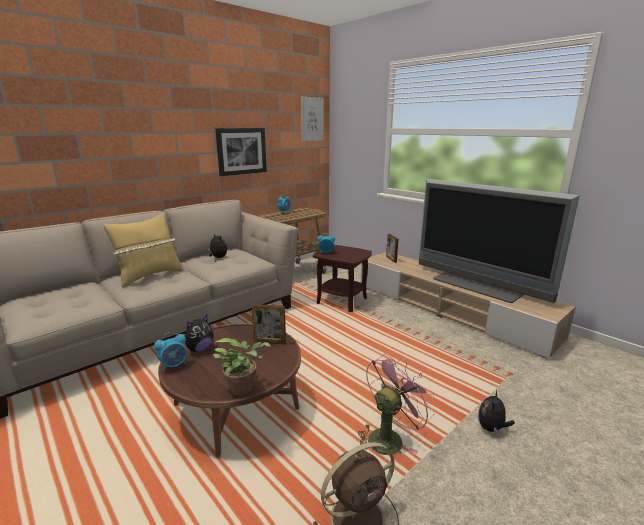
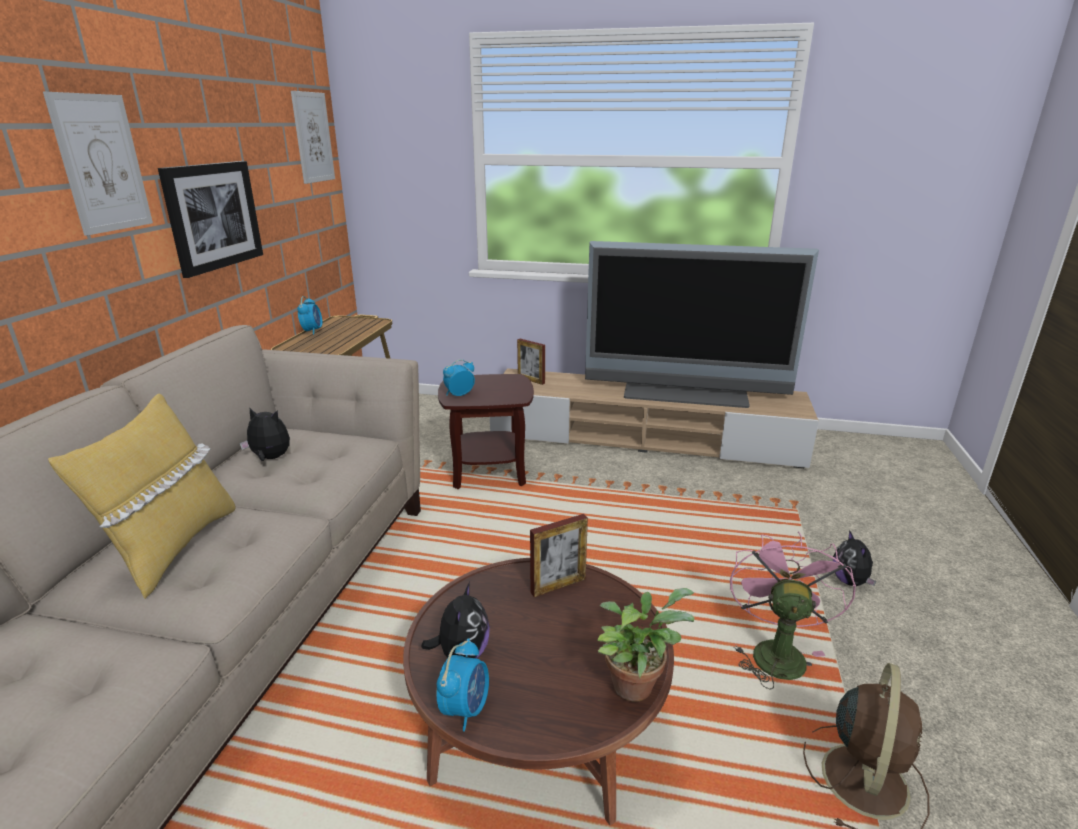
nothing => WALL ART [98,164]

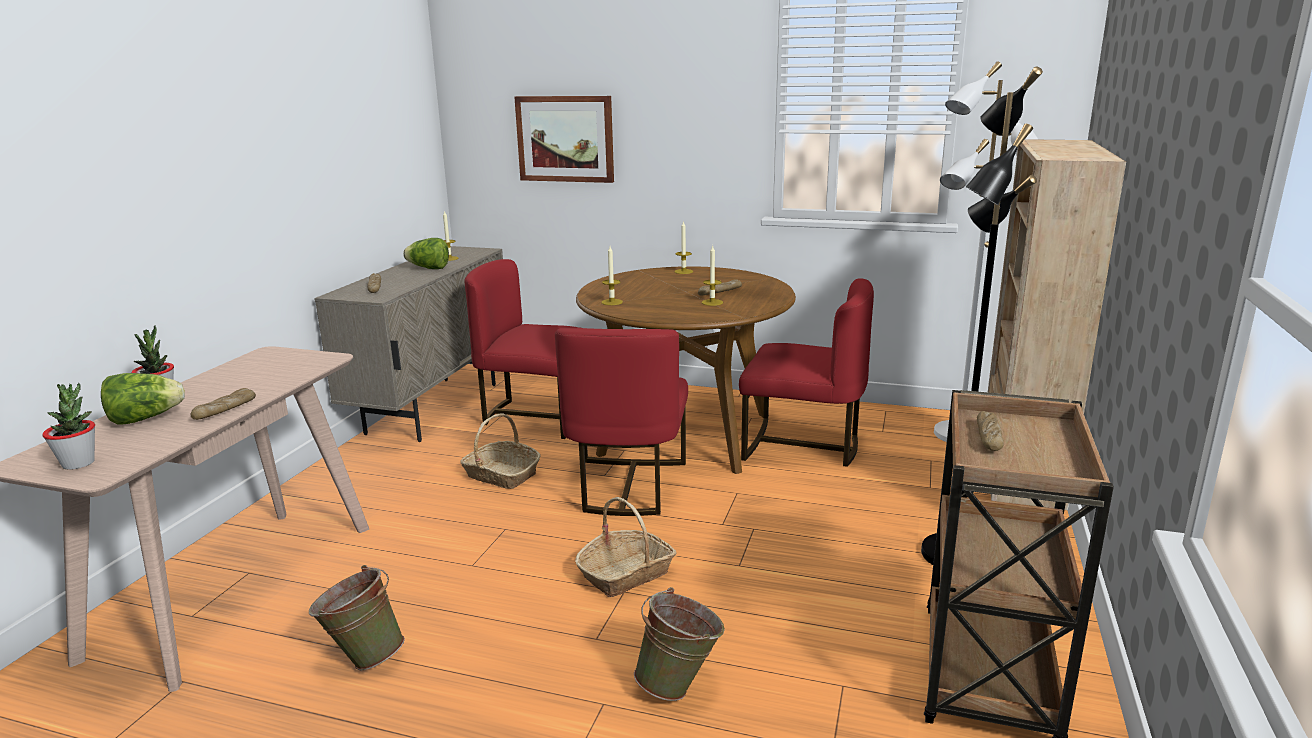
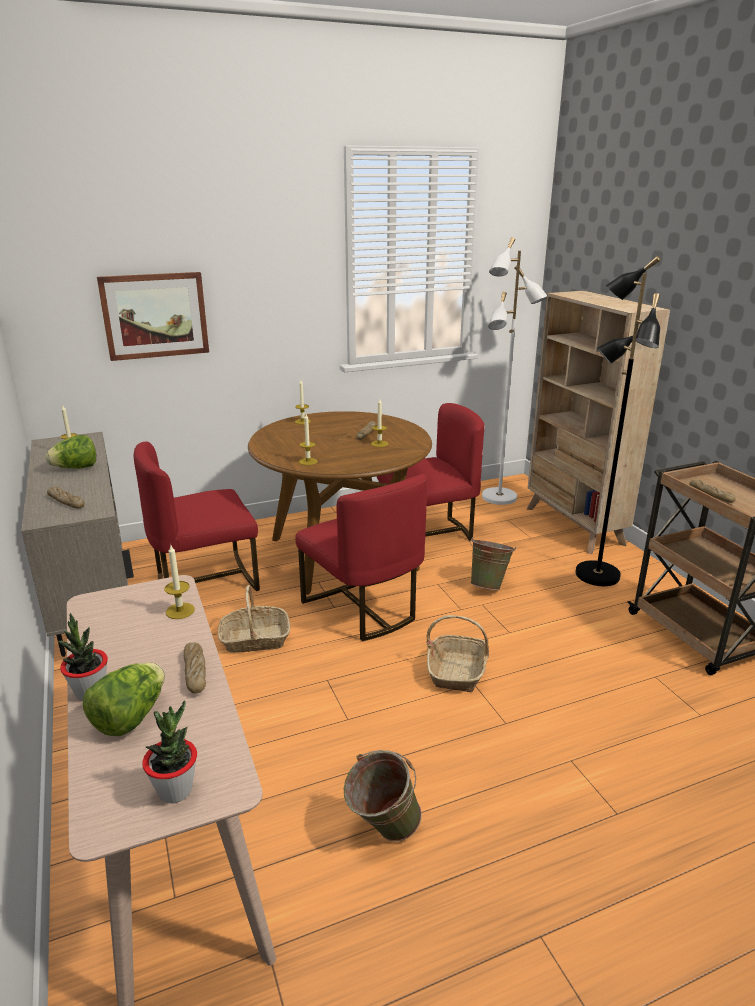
nothing => CANDLE [179,582]
GREEN BUCKET [679,644] => GREEN BUCKET [493,563], move

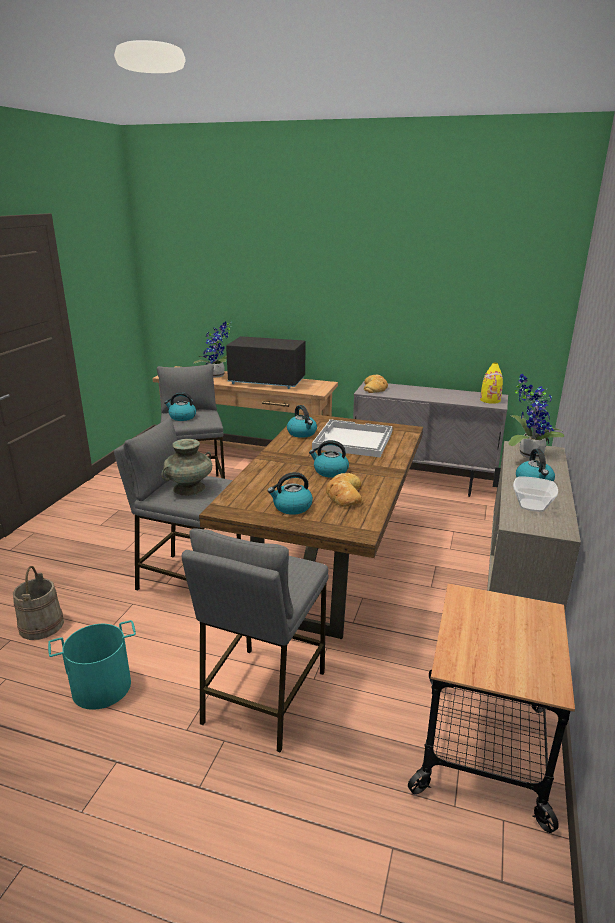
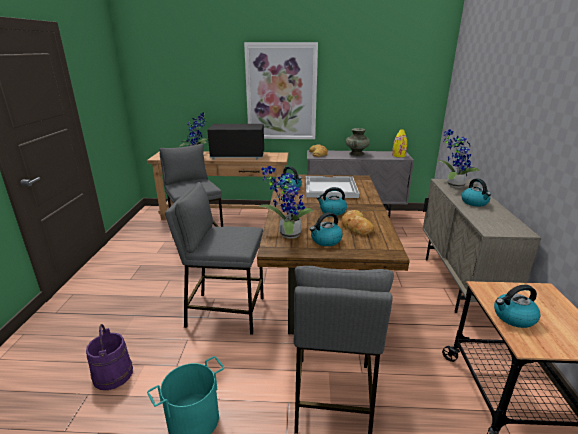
DEEP DISH [535,494] => nothing
nothing => WALL ART [281,90]
nothing => POTTED PLANT [286,202]
TURQUOISE-COLOURED VASE [187,467] => TURQUOISE-COLOURED VASE [357,142], move
KETTLE [180,406] => KETTLE [517,306], move
BEIGE BUCKET [38,603] => PURPLE BUCKET [109,357]

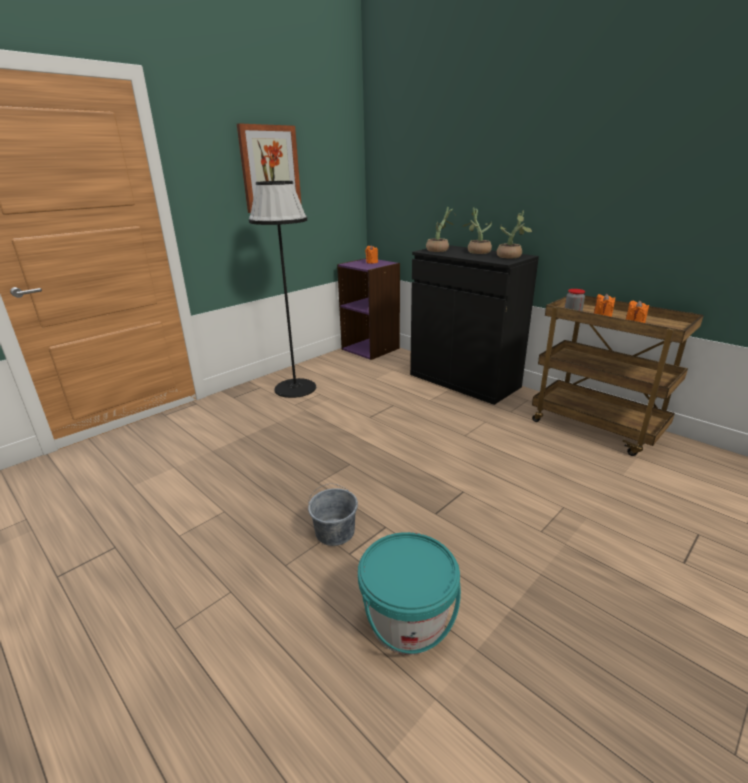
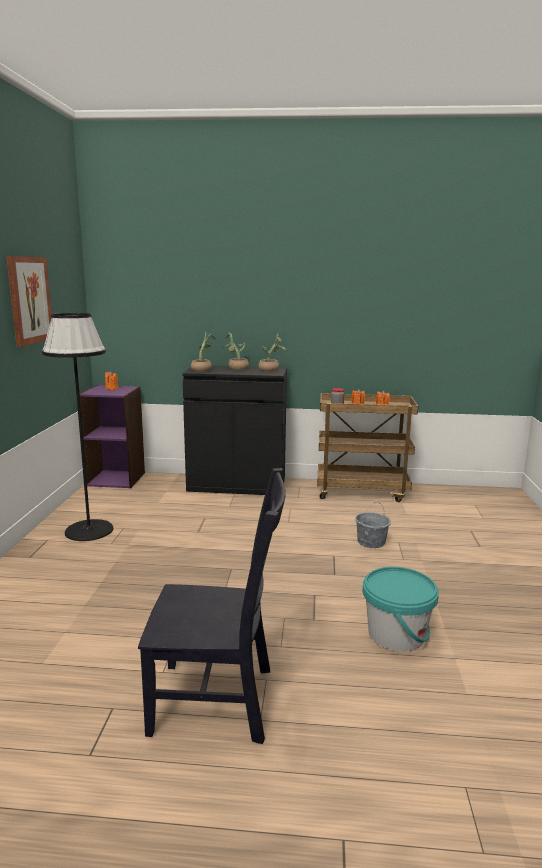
nothing => BLACKISH PLAIN CHAIR [212,606]
GREY BUCKET [333,514] => GREY BUCKET [373,525], move

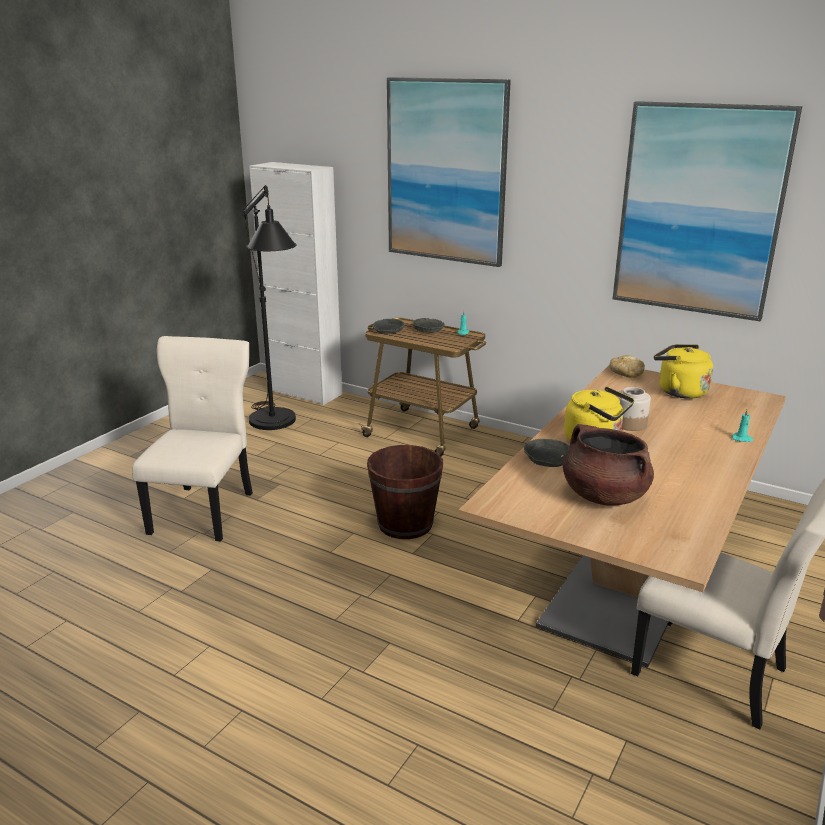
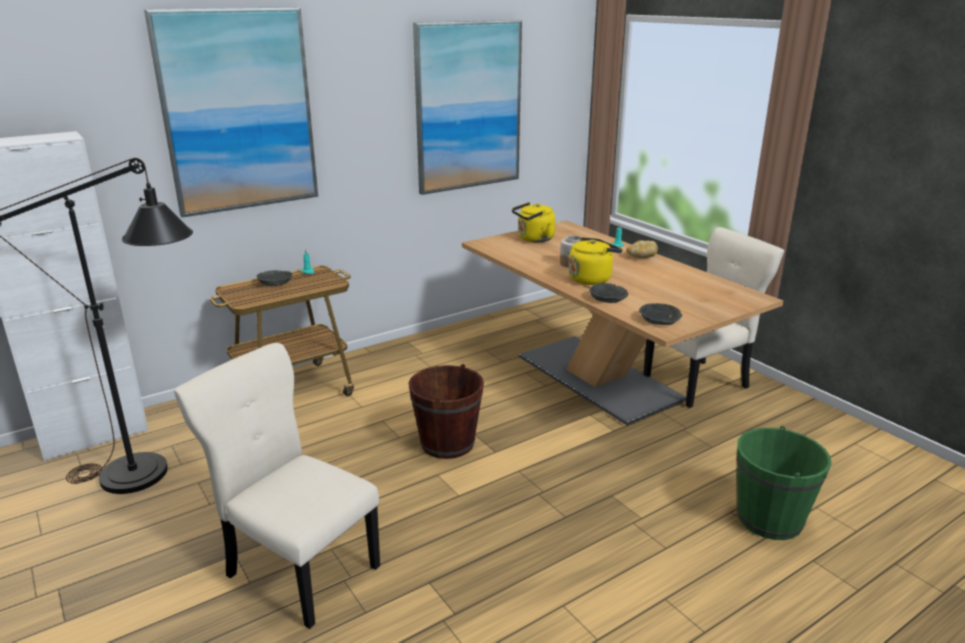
BROWN-COLOURED COOKING POT [608,464] => nothing
nothing => GREEN BUCKET [784,483]
GREY DEEP DISH [388,326] => GREY DEEP DISH [660,314], move
BAKED BREAD [627,366] => BAKED BREAD [642,249], move

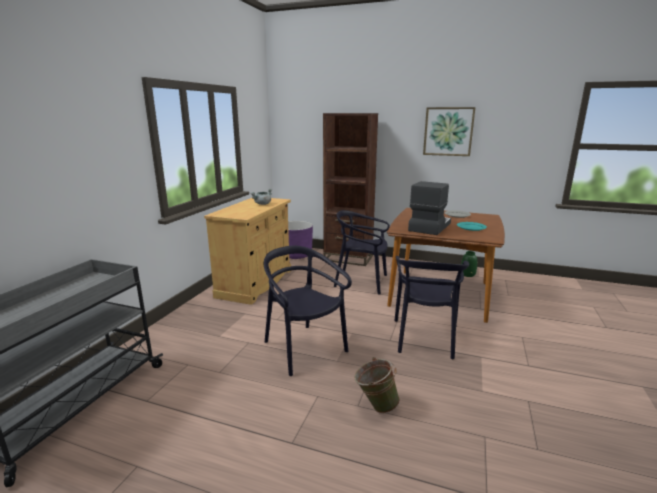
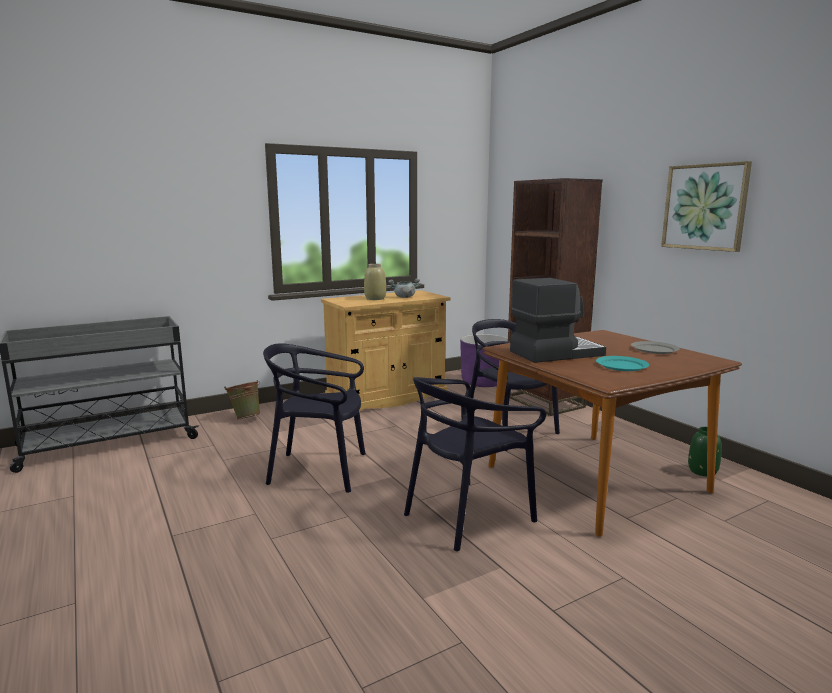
nothing => BEIGE VASE [375,282]
GREEN BUCKET [377,385] => GREEN BUCKET [242,400], move
BLACKISH PLAIN CHAIR [308,311] => BLACKISH PLAIN CHAIR [314,418], 90 degrees counterclockwise

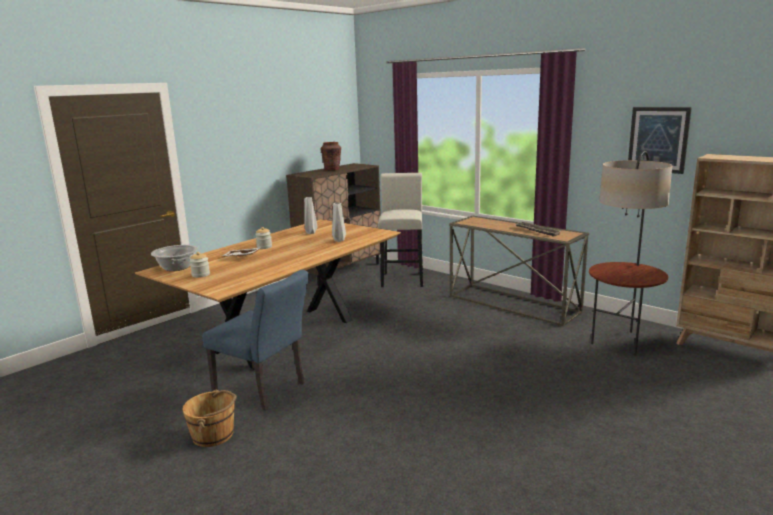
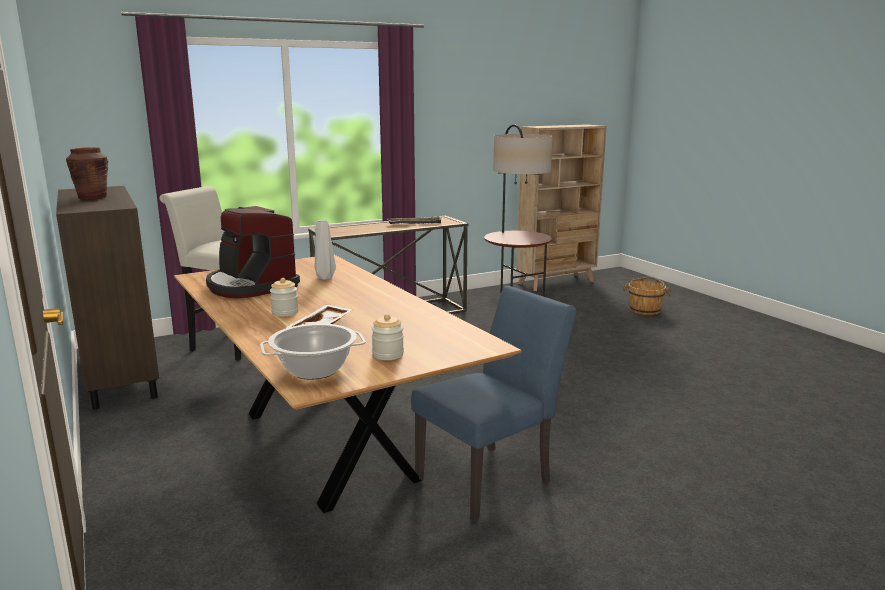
WALL ART [660,140] => nothing
BROWN-COLOURED BUCKET [209,418] => BROWN-COLOURED BUCKET [647,295], move
GREY VASE [311,215] => COFFEE MACHINE [253,252]

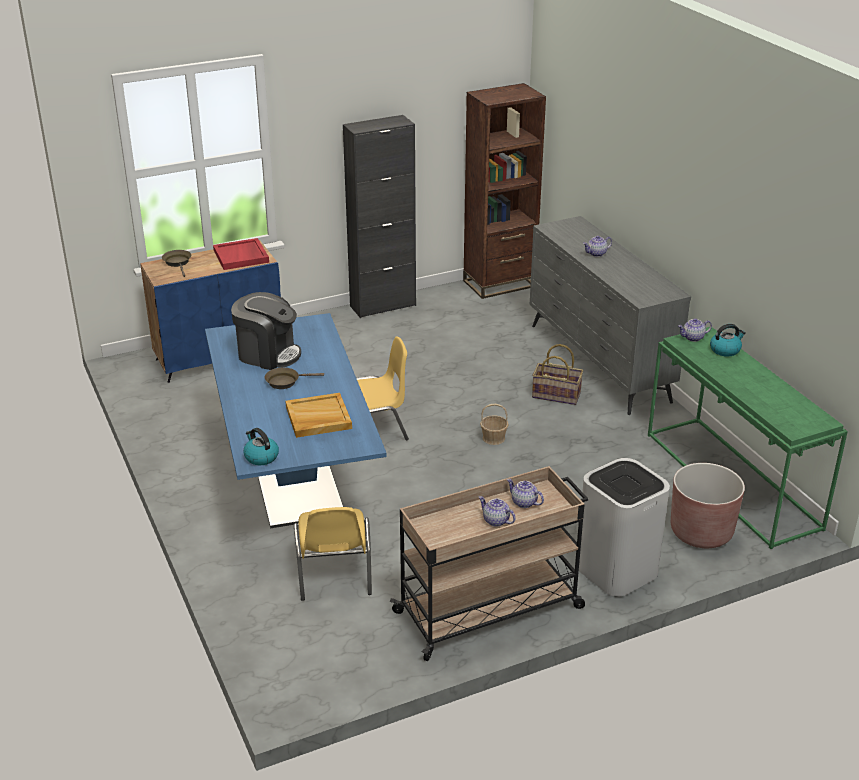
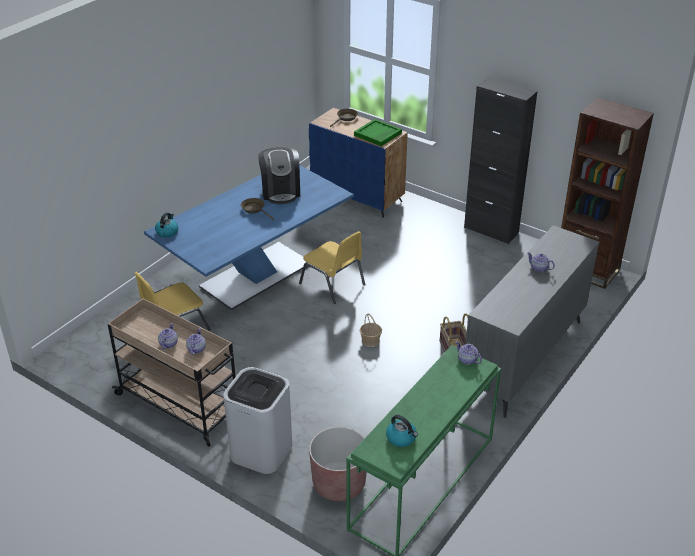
BEIGE SERVING TRAY [319,415] => nothing
KETTLE [728,340] => KETTLE [402,431], move
RED-COLOURED SERVING TRAY [241,254] => GREEN SERVING TRAY [378,132]

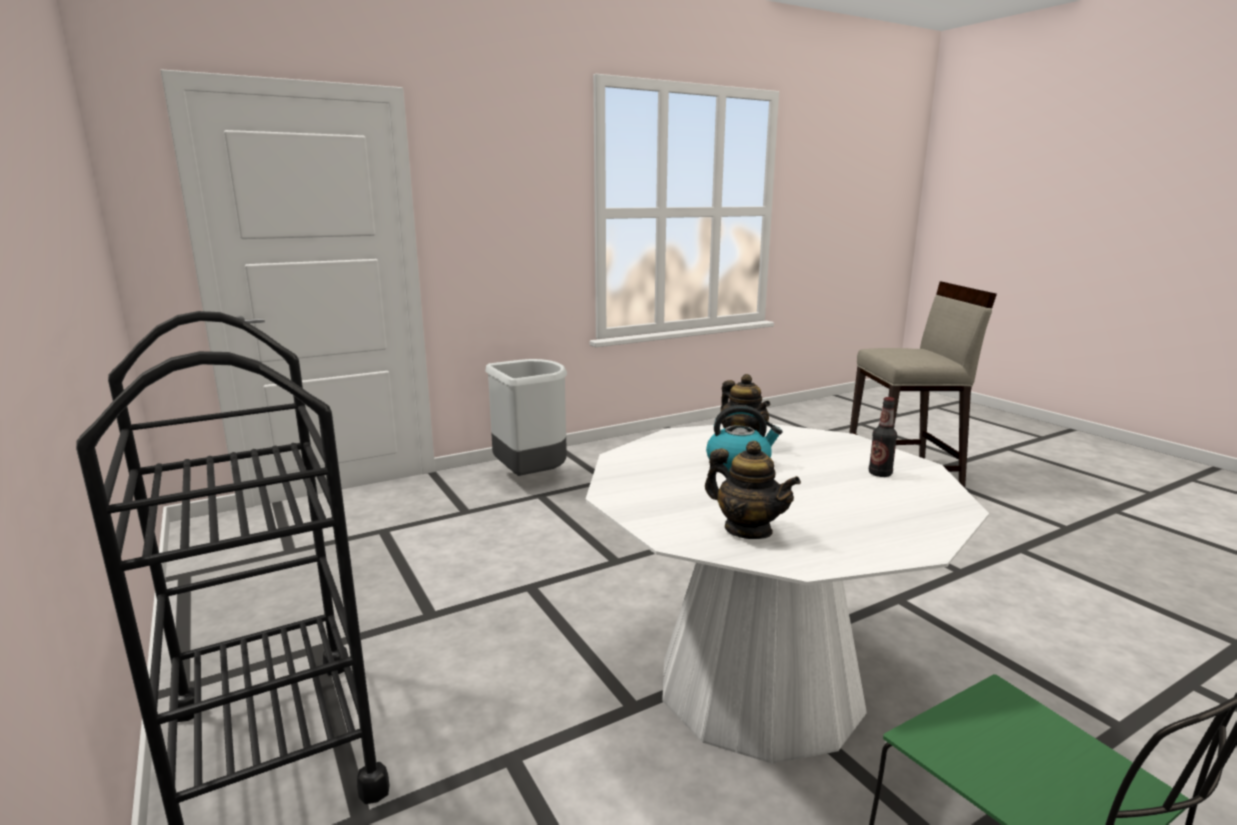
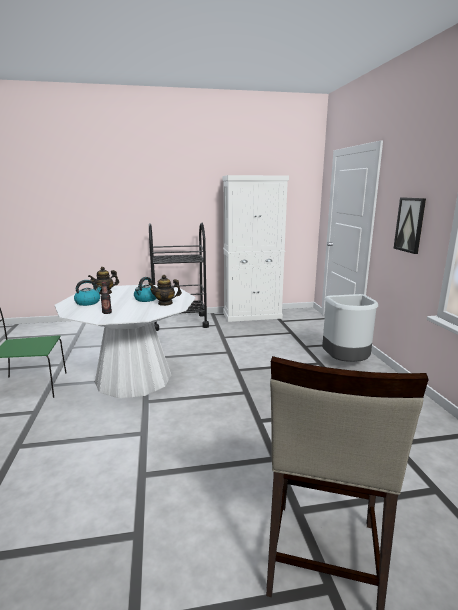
nothing => KETTLE [88,293]
nothing => WHITE CUPBOARD [255,248]
nothing => WALL ART [409,225]

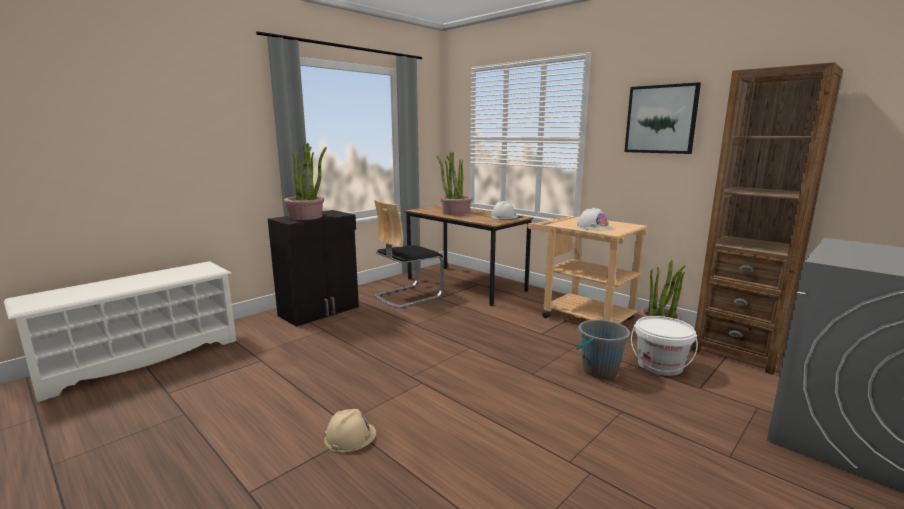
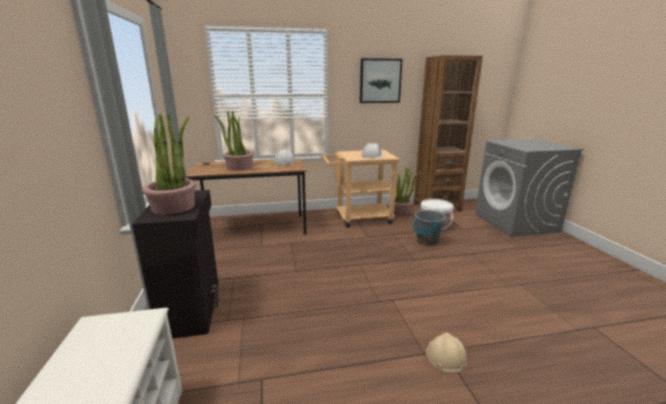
PLAIN CHAIR [409,254] => nothing

